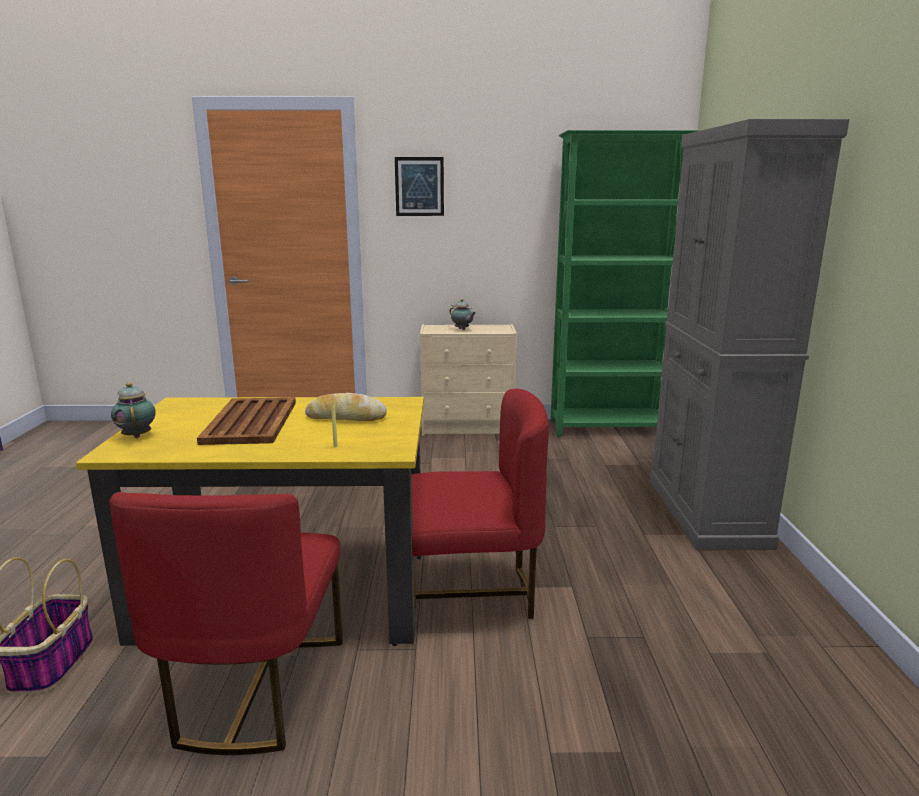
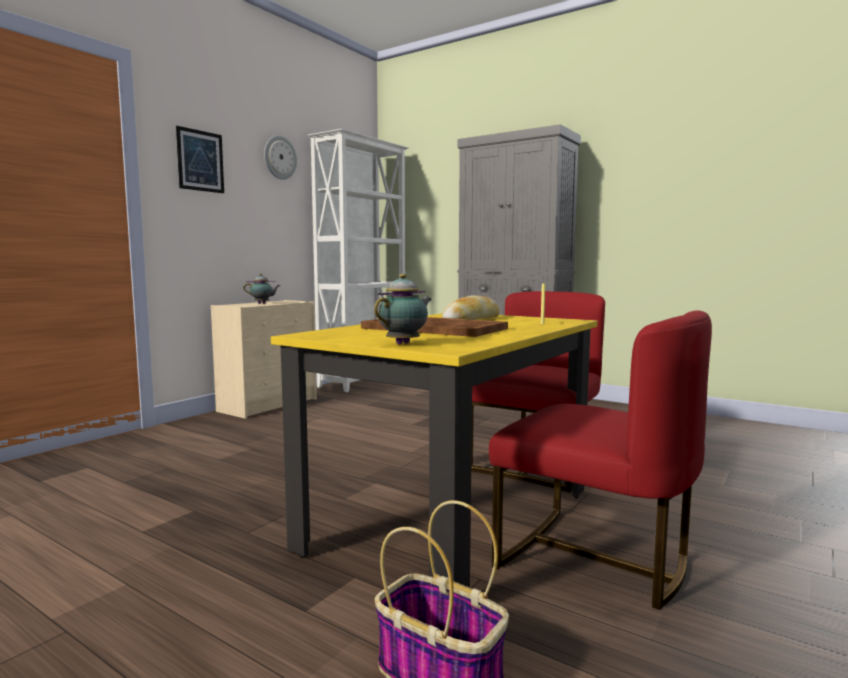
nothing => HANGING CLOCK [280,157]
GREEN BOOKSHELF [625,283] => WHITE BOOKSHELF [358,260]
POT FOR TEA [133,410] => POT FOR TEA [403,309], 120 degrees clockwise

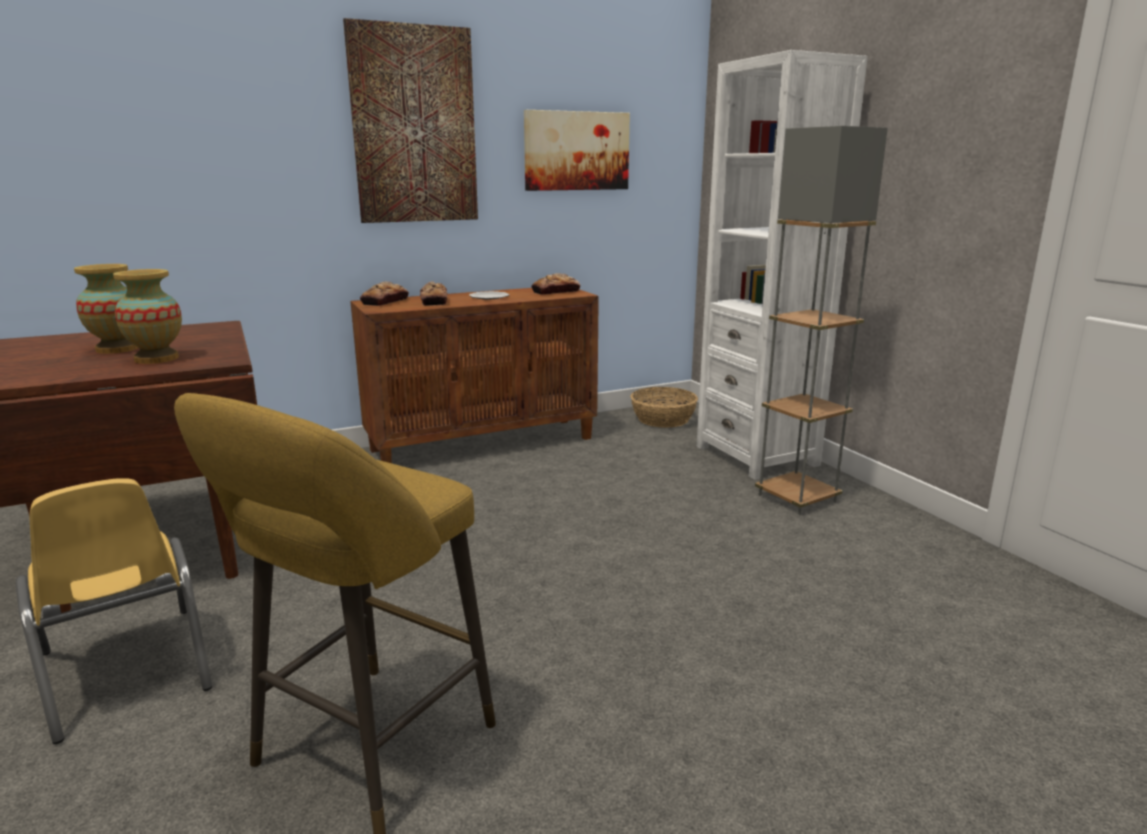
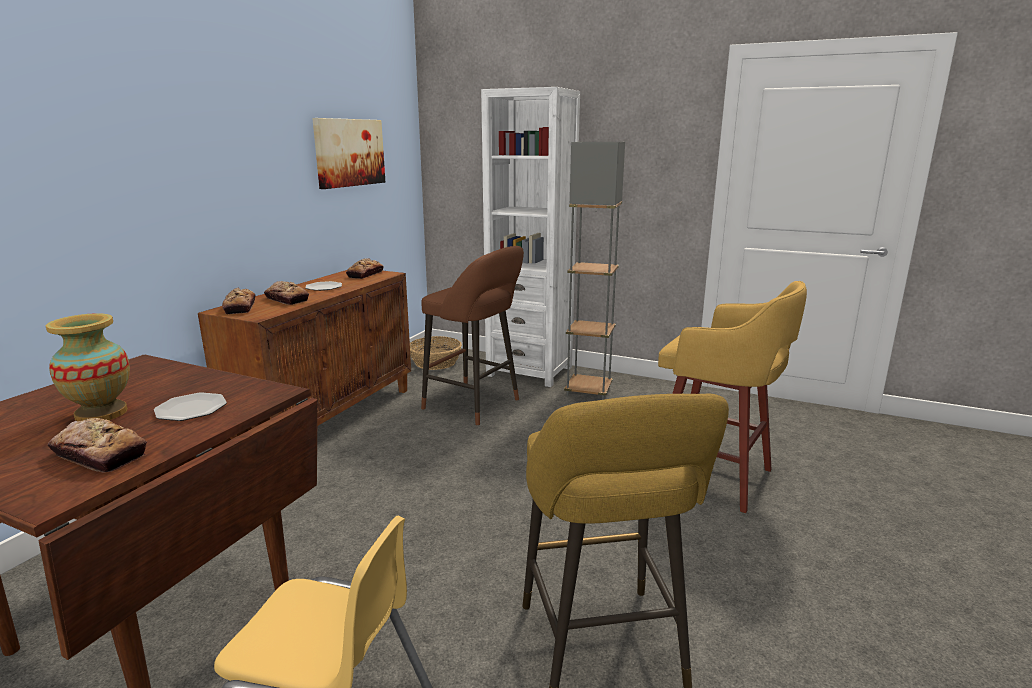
WALL ART [410,120] => nothing
nothing => BAKED BREAD [97,445]
nothing => BROWN-COLOURED STOOL SEAT [472,335]
nothing => YELLOW STOOL SEAT [732,397]
VASE [147,316] => DINNER PLATE [190,406]

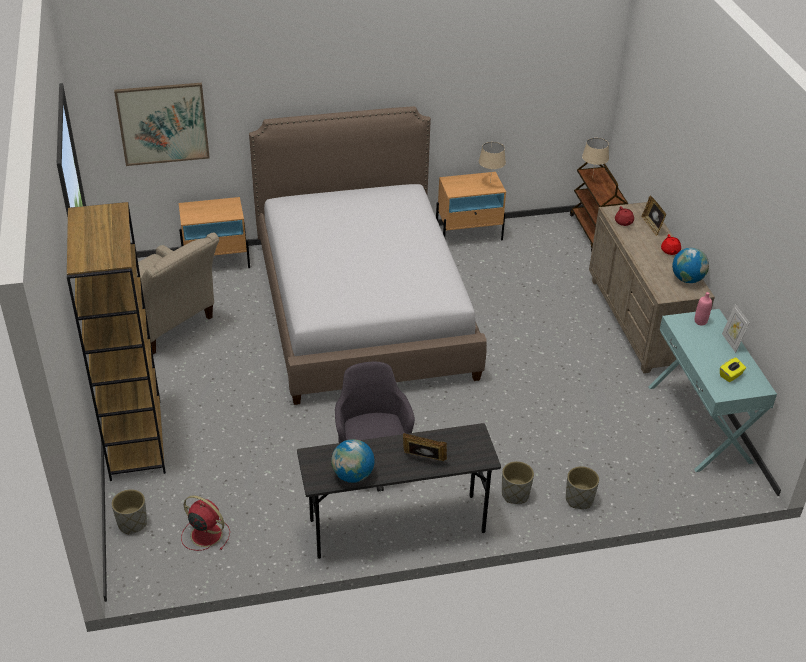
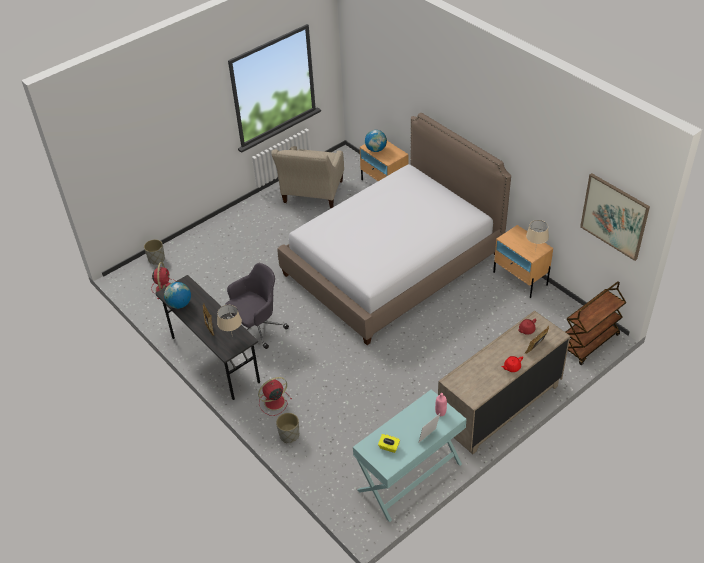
BROWN-COLOURED BOOKSHELF [116,341] => nothing
WALL ART [162,124] => WALL ART [615,217], move
BEIGE TABLETOP LAMP [595,158] => BEIGE TABLETOP LAMP [229,321], move
WORLD GLOBE [690,265] => WORLD GLOBE [376,141], move
GREY PLANTER [518,482] => RED-COLOURED ELECTRIC FAN [275,396]

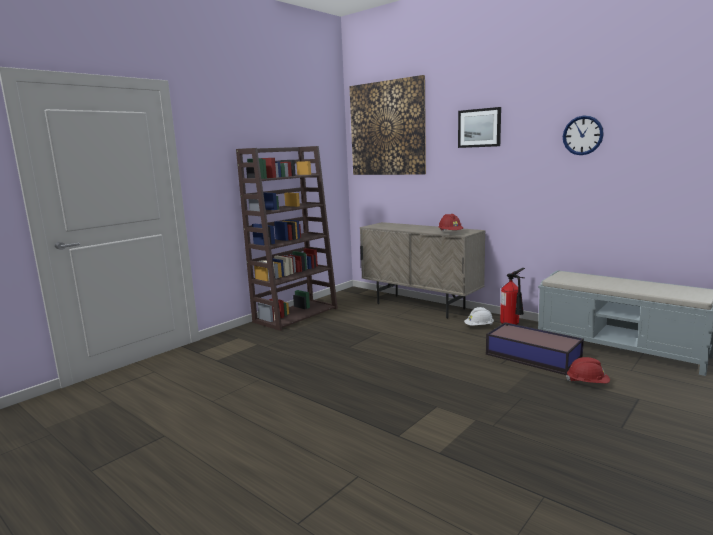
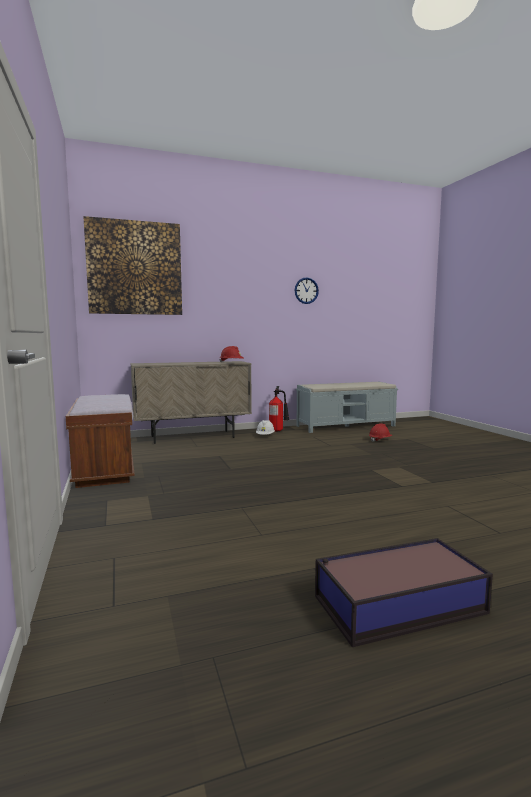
WALL ART [479,127] => nothing
STORAGE BOX [535,348] => STORAGE BOX [404,592], move
BROWN-COLOURED BOOKSHELF [287,238] => BROWN-COLOURED LONG SEAT [100,441]

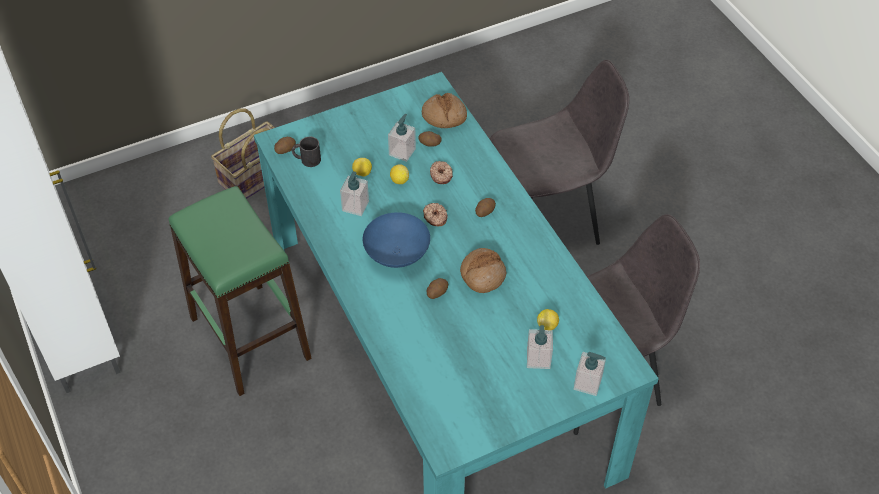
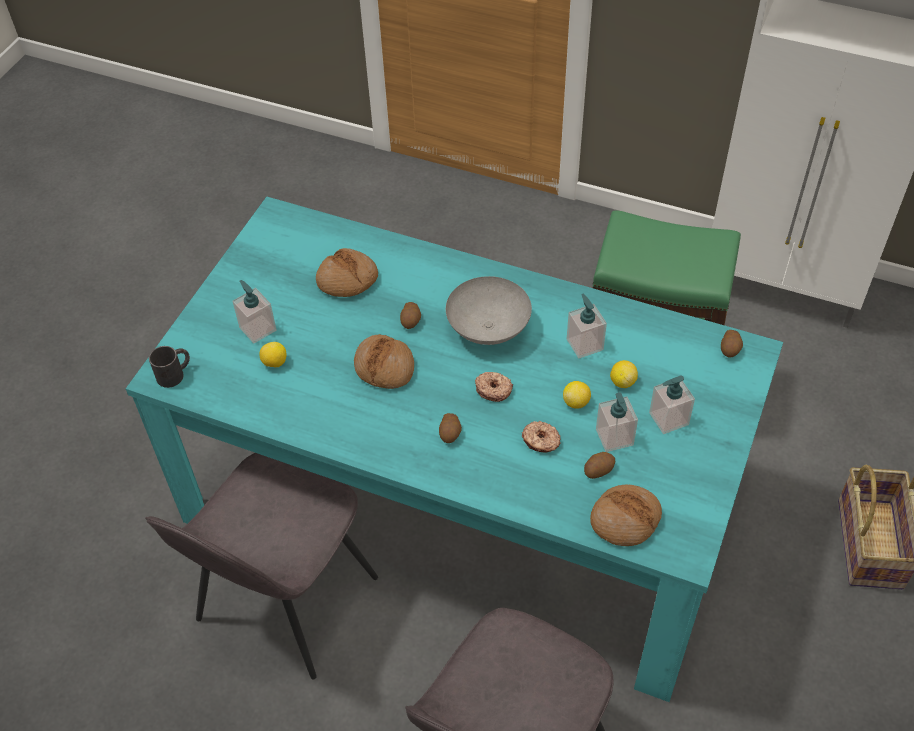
nothing => BAKED BREAD [347,272]
BLACKISH COFFEE MUG [306,152] => BLACKISH COFFEE MUG [169,367], move
SOAP DISPENSER [590,374] => SOAP DISPENSER [672,404], move
BLUE DEEP DISH [396,240] => GREY DEEP DISH [489,310]

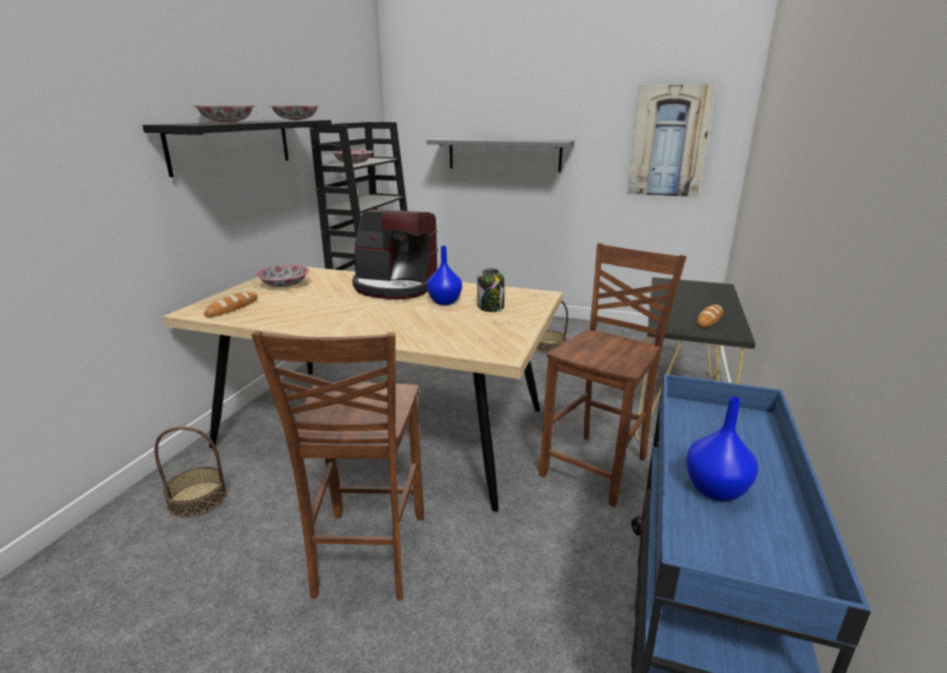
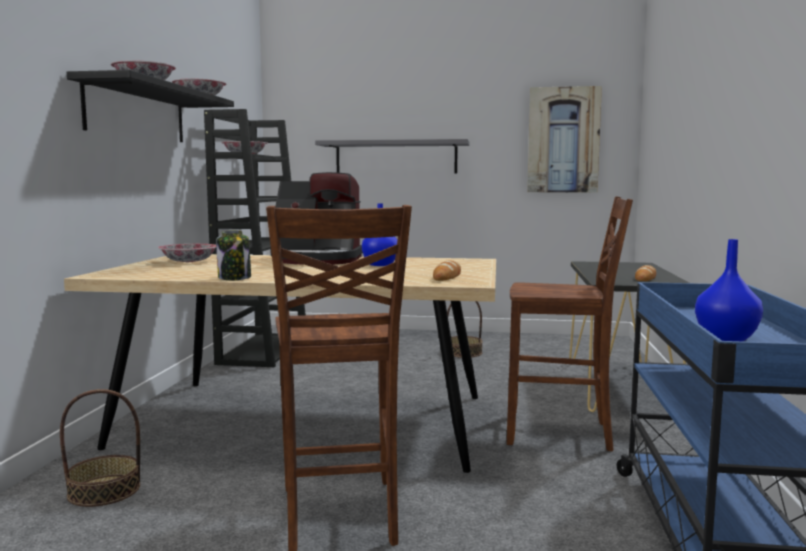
BAKED BREAD [231,304] => BAKED BREAD [447,270], move
STORAGE JAR [490,290] => STORAGE JAR [233,255], move
BROWN-COLOURED PLAIN CHAIR [613,375] => BROWN-COLOURED PLAIN CHAIR [570,324], 75 degrees clockwise

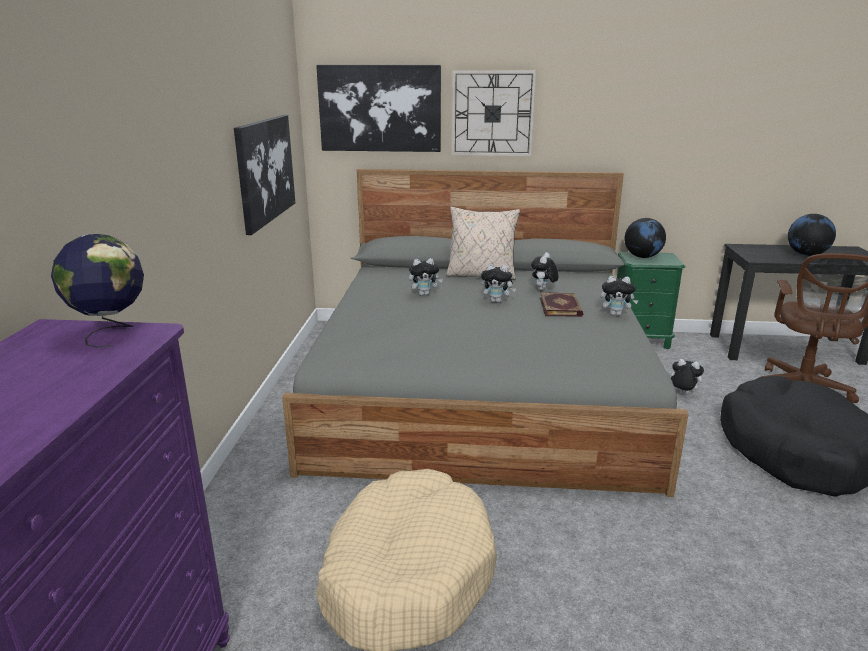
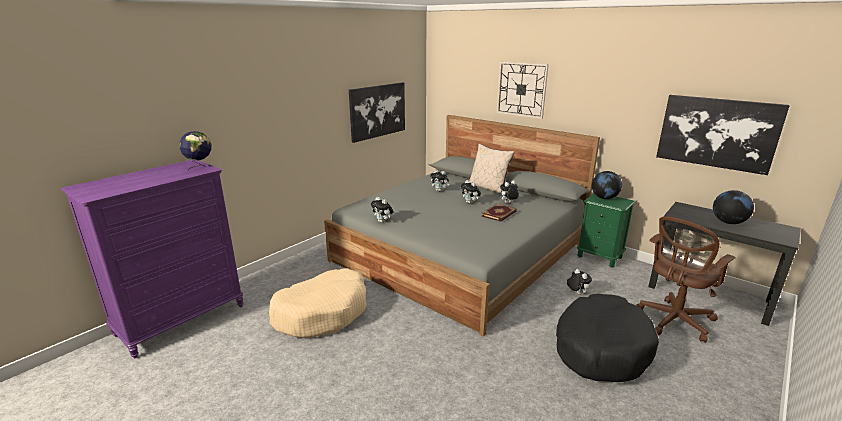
WALL ART [378,108] => WALL ART [723,135], move
SOFT TOY [619,296] => SOFT TOY [382,210], move

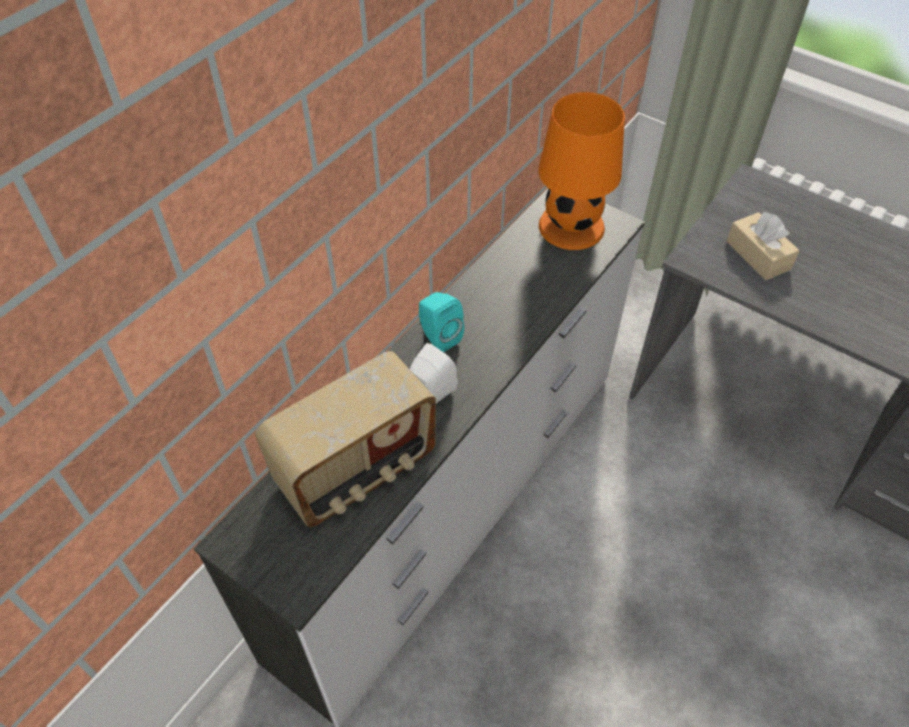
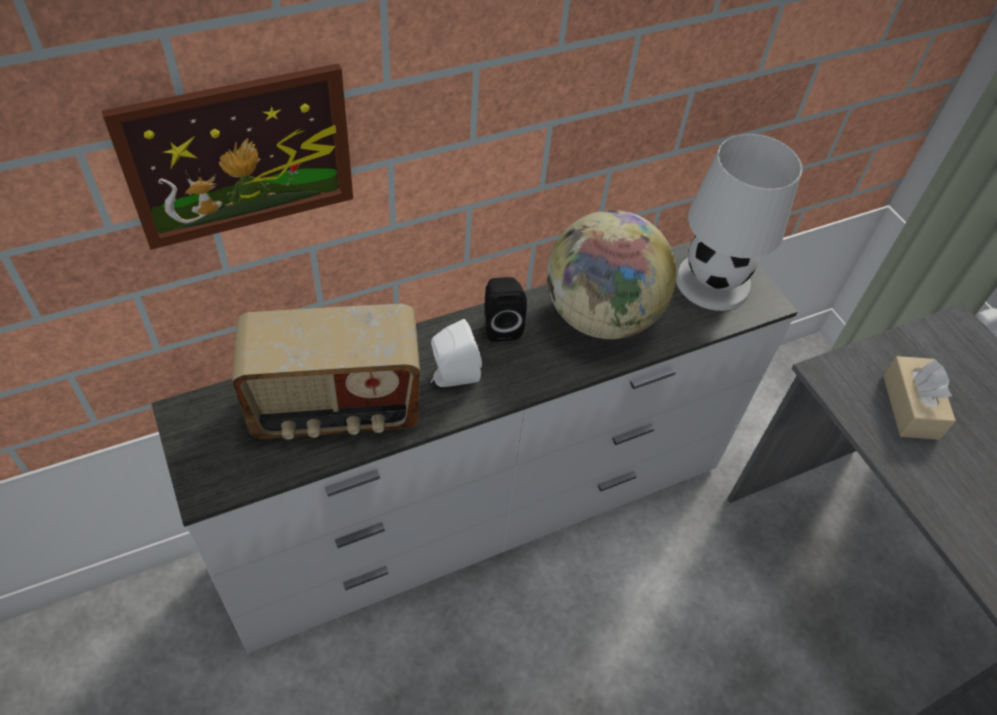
nothing => WALL ART [227,156]
nothing => WORLD GLOBE [611,274]
TURQUOISE-COLOURED SPEAKER [441,322] => BLACKISH SPEAKER [506,309]
ORANGE-COLOURED TABLETOP LAMP [581,171] => WHITE TABLETOP LAMP [739,222]

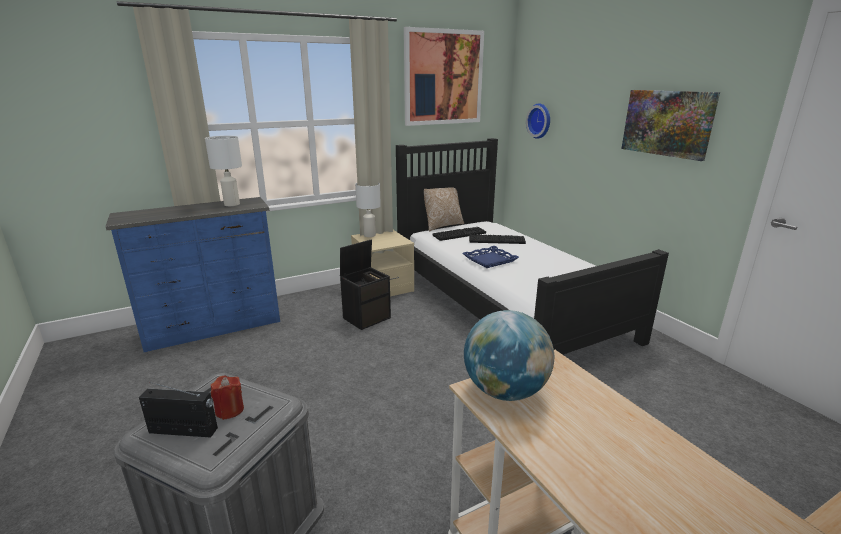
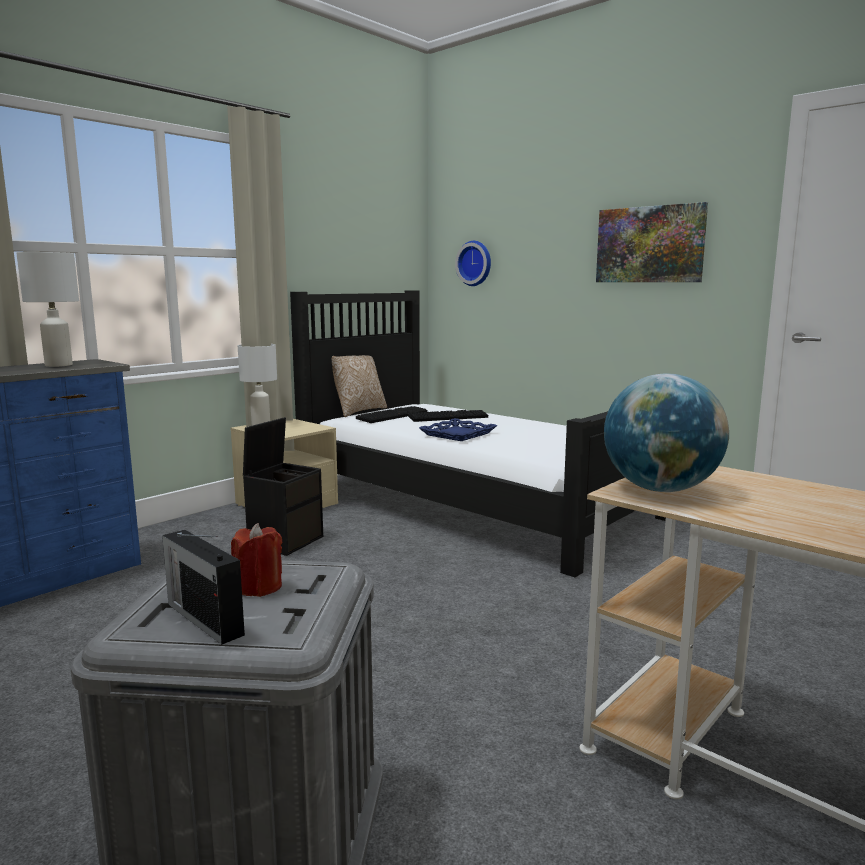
WALL ART [444,76] => nothing
RADIO RECEIVER [178,410] => RADIO RECEIVER [203,587], 120 degrees counterclockwise

